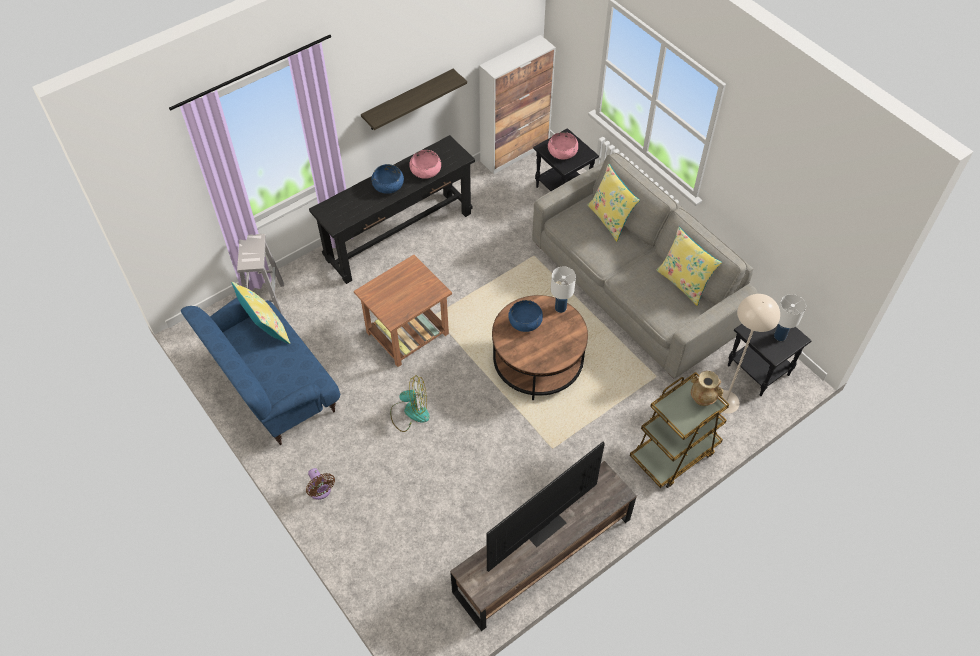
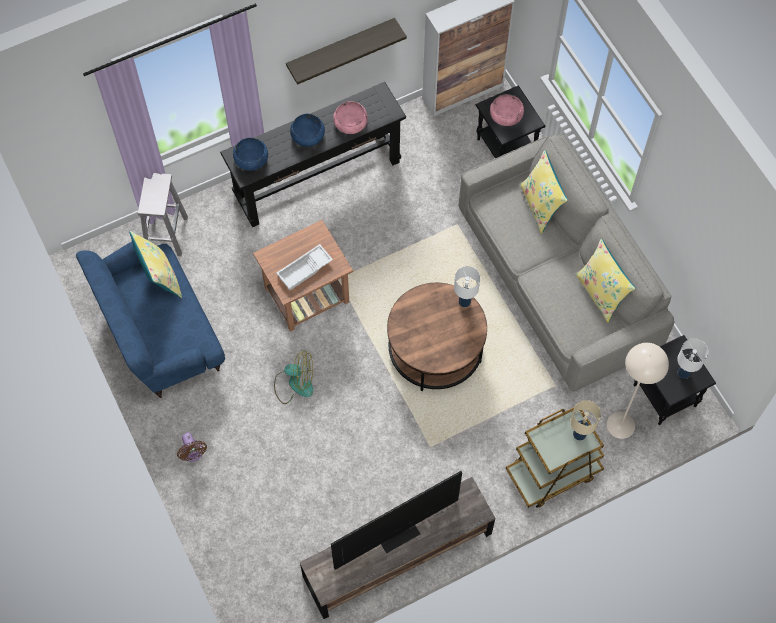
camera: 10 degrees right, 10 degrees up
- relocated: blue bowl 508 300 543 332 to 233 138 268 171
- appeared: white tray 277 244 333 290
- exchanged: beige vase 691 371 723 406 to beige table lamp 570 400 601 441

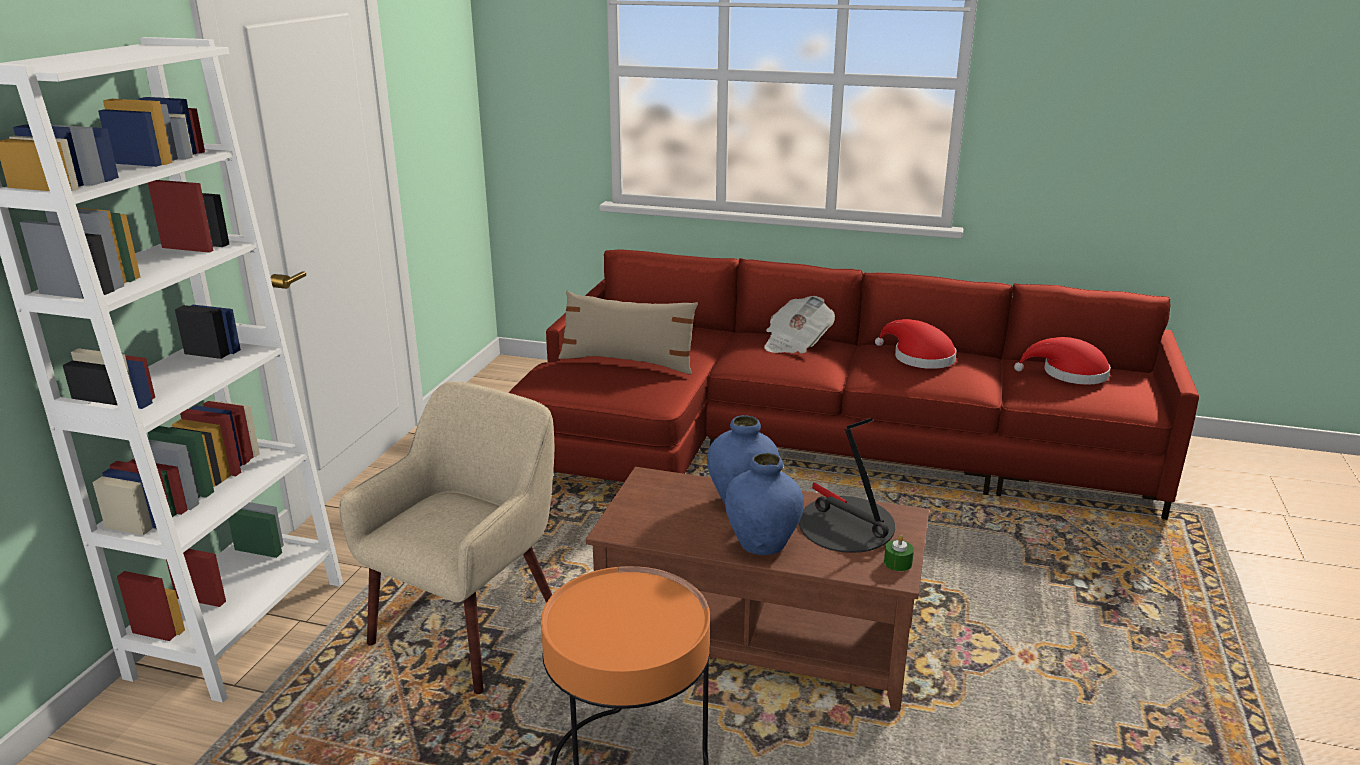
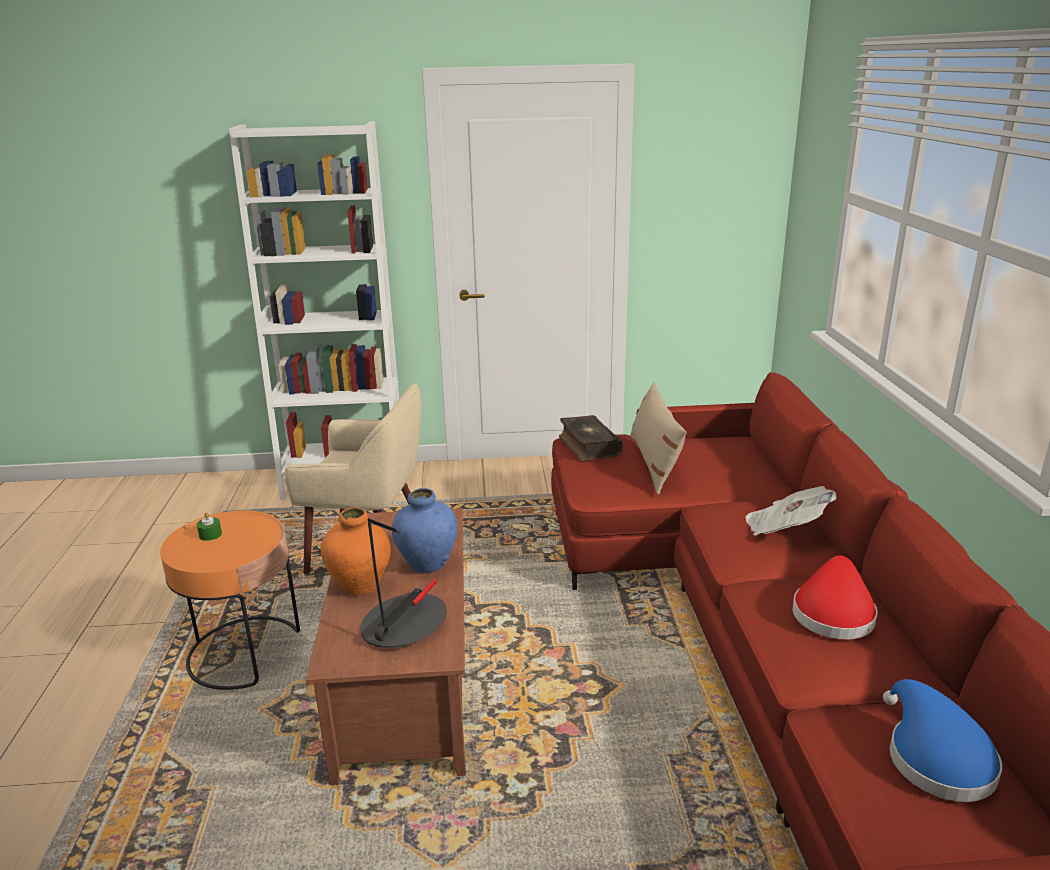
camera: 70 degrees right, 0 degrees up
- relocated: green candle 884 535 914 571 to 197 512 222 541
- colour: blue vase 725 453 804 555 to orange vase 321 507 391 596
- appeared: book 559 415 623 461
- colour: red hat 1014 337 1111 385 to blue hat 883 679 1002 802

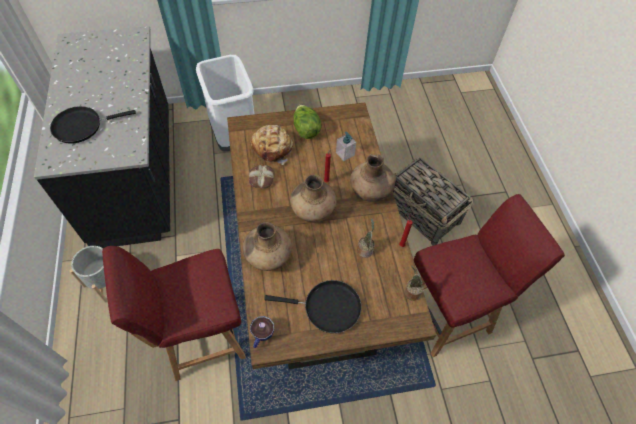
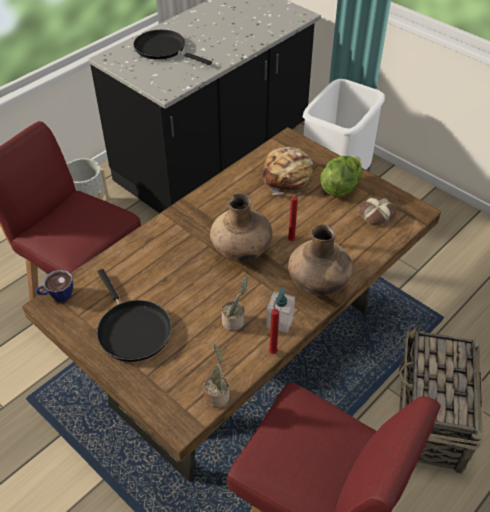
camera: 55 degrees right, 10 degrees down
- relocated: soap dispenser 336 131 356 161 to 267 287 295 333
- relocated: bread 249 165 275 188 to 358 197 396 226
- missing: brown vase 243 222 292 271

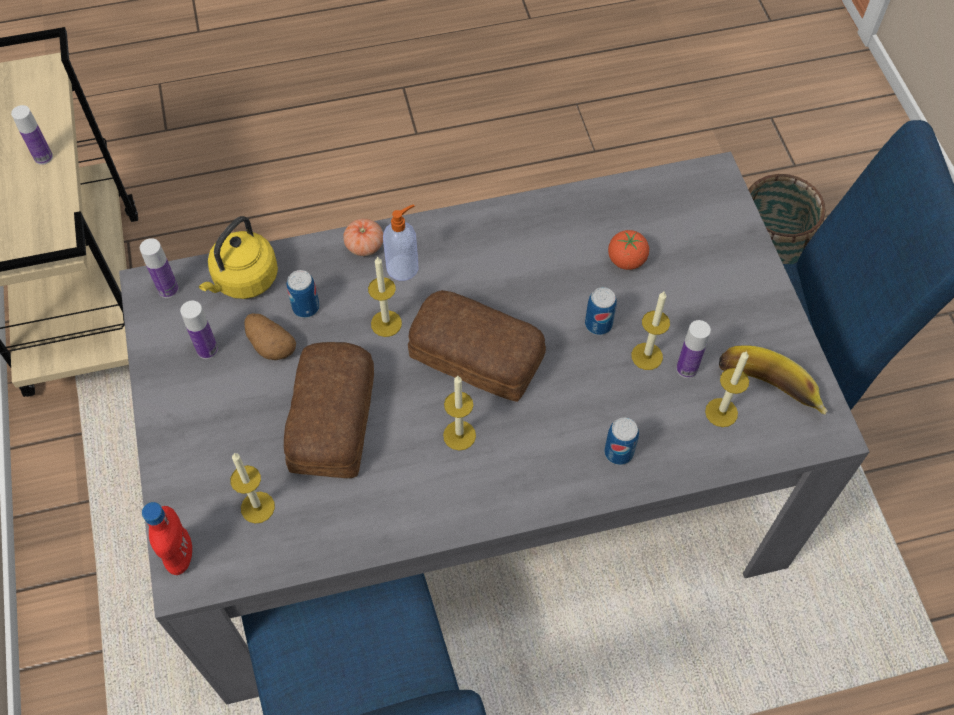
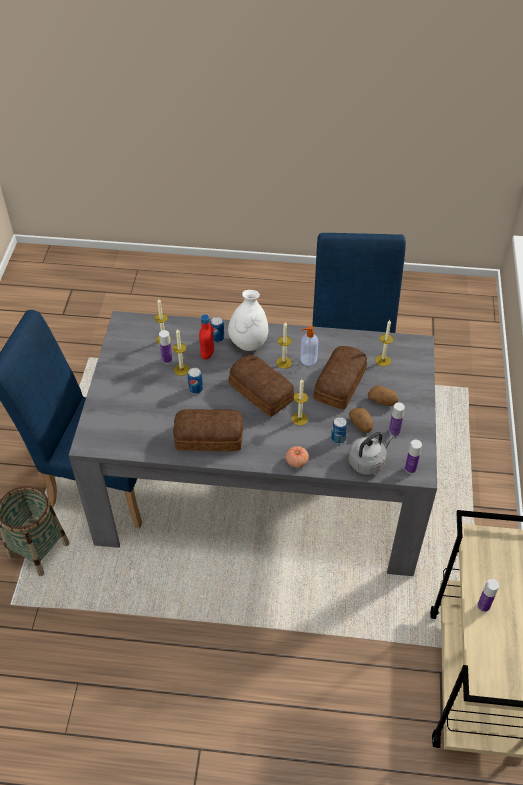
camera: 160 degrees left, 10 degrees down
- appeared: bread 173 409 243 451
- relocated: red bottle 142 502 192 575 to 199 314 214 360
- appeared: white vase 228 290 268 351
- relocated: soap dispenser 383 204 418 281 to 300 326 318 366
- colour: yellow kettle 199 216 278 299 to grey kettle 348 432 394 475
- appeared: potato 368 386 398 406
- missing: tomato 608 230 649 270
- missing: banana 719 345 828 415

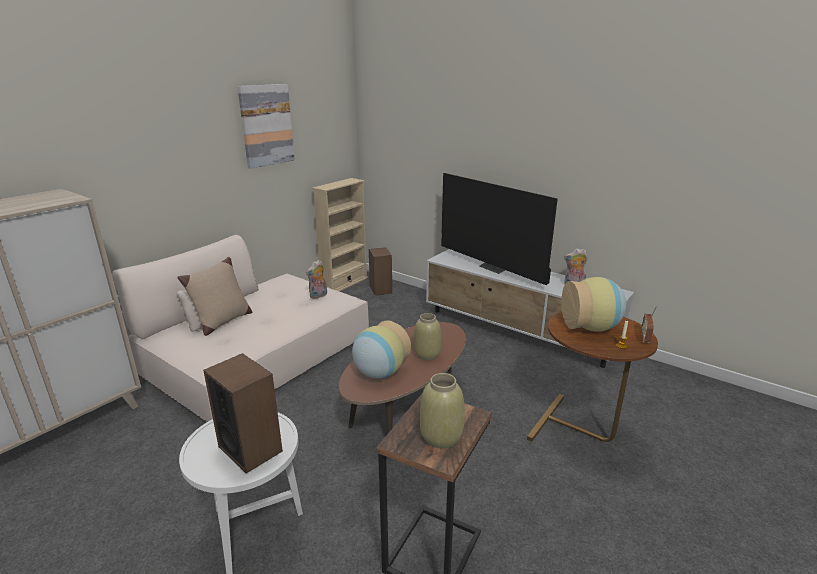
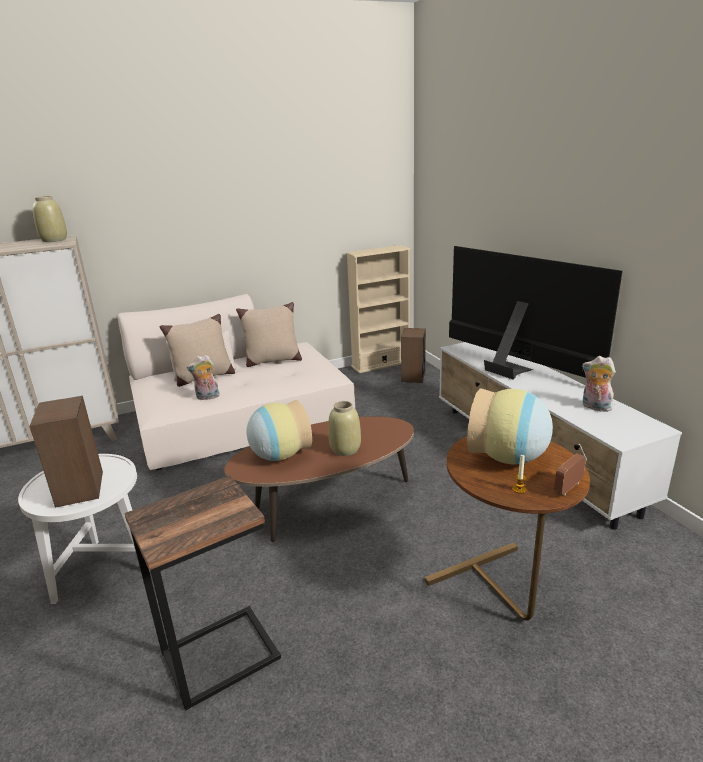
camera: 30 degrees right, 0 degrees up
- relocated: beige vase 420 373 464 448 to 33 196 67 242
- relocated: plush toy 306 260 327 299 to 187 355 220 400
- appeared: beige pillow 236 302 302 367
- spun: television 441 173 558 285 = 449 246 623 380 150 degrees clockwise
- missing: picture 237 84 295 169

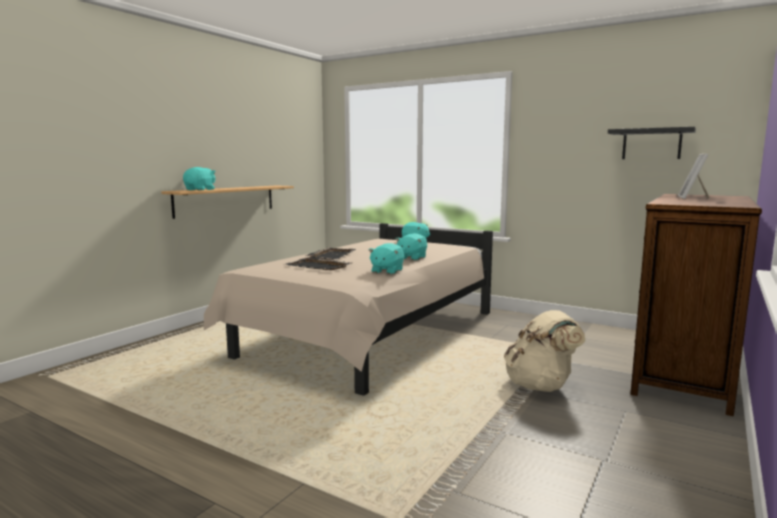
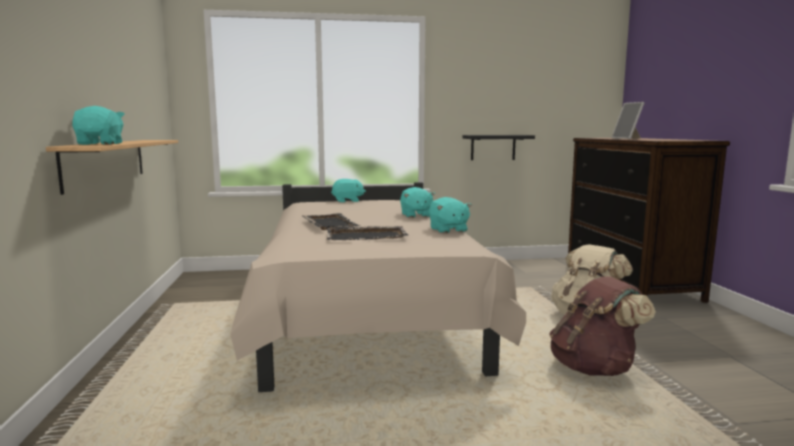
camera: 40 degrees left, 0 degrees up
- relocated: black shelf 608 127 696 159 to 463 135 535 160
- appeared: brown backpack 549 277 656 376

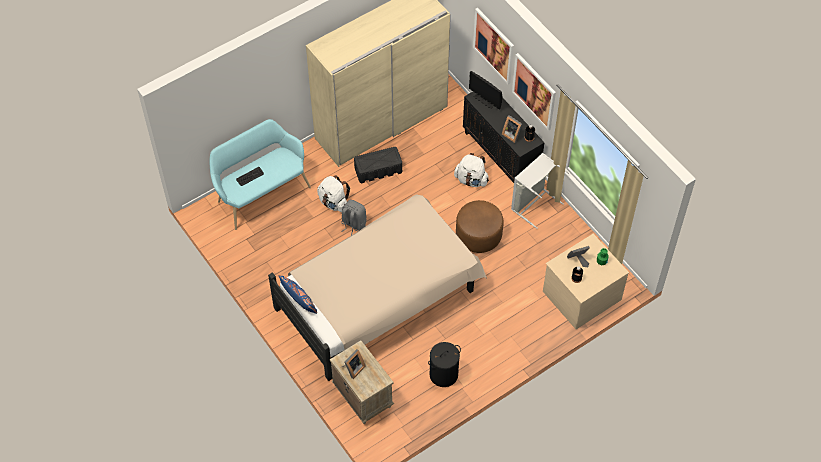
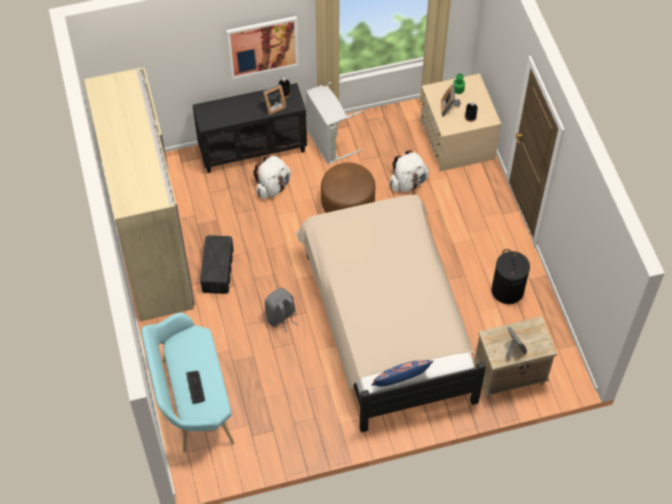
camera: 70 degrees left, 0 degrees up
- relocated: white backpack 317 175 350 212 to 389 150 429 192
- missing: monitor 469 71 502 110
- missing: picture 473 8 514 85

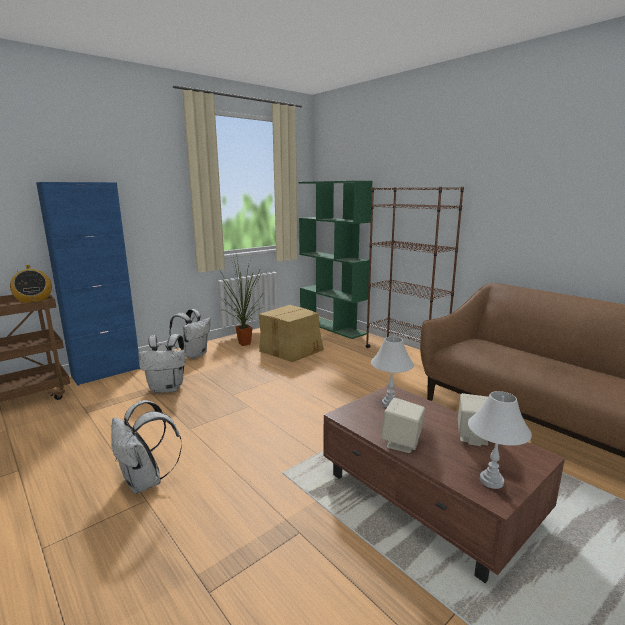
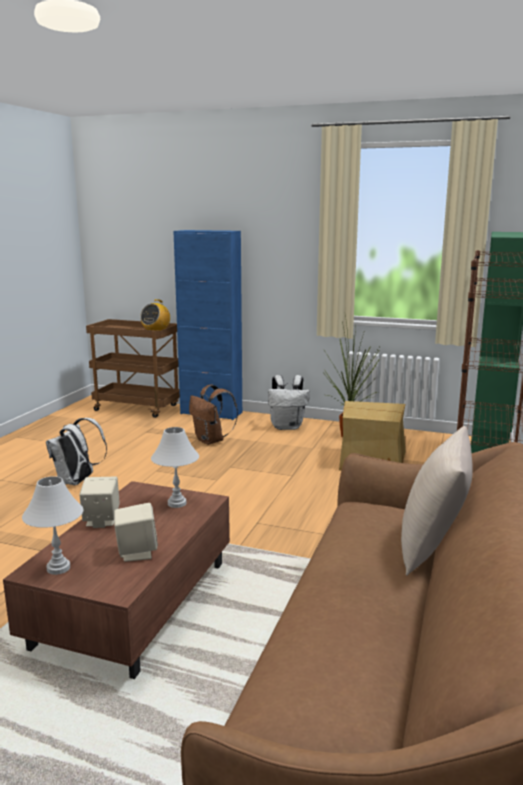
camera: 60 degrees right, 0 degrees up
- colour: white backpack 138 334 185 393 to brown backpack 189 384 238 445
- appeared: beige pillow 401 426 473 576

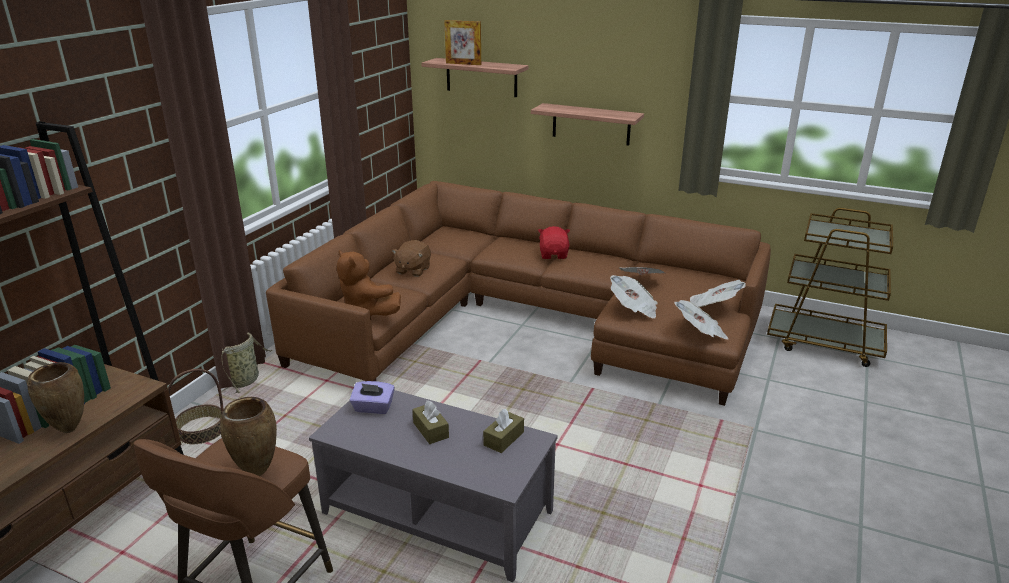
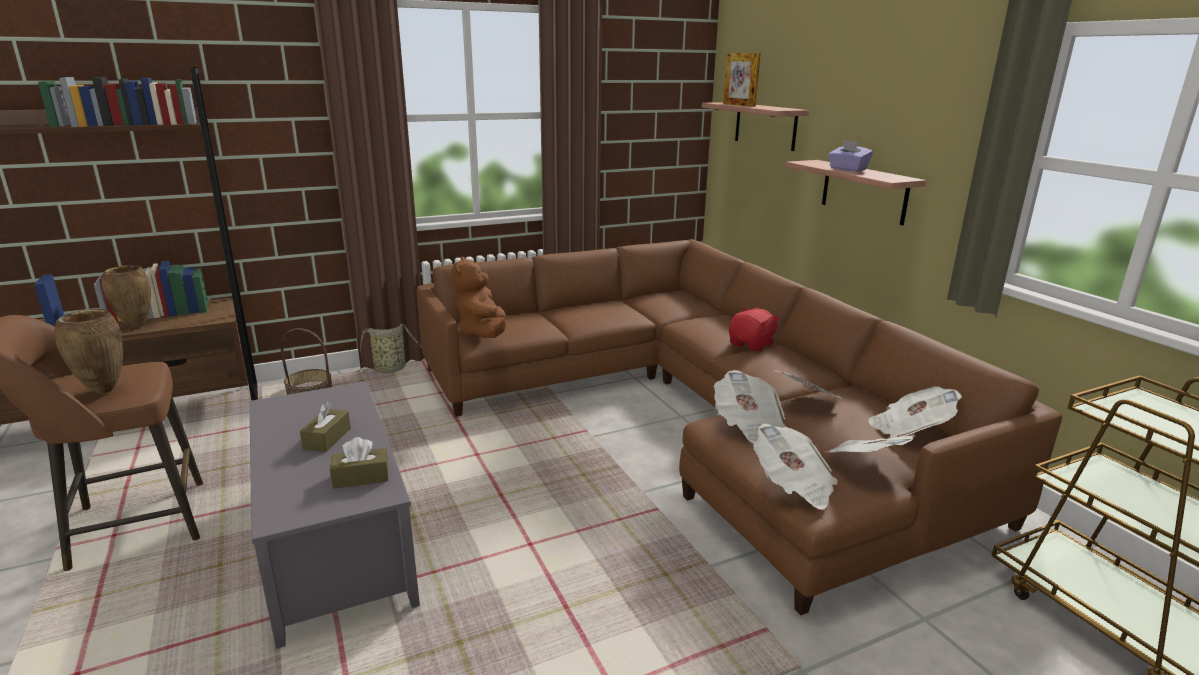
camera: 40 degrees right, 5 degrees down
- relocated: purple tissue box 350 381 395 414 to 828 140 873 172
- appeared: newspaper 868 386 962 438
- missing: brown plush toy 392 240 431 277

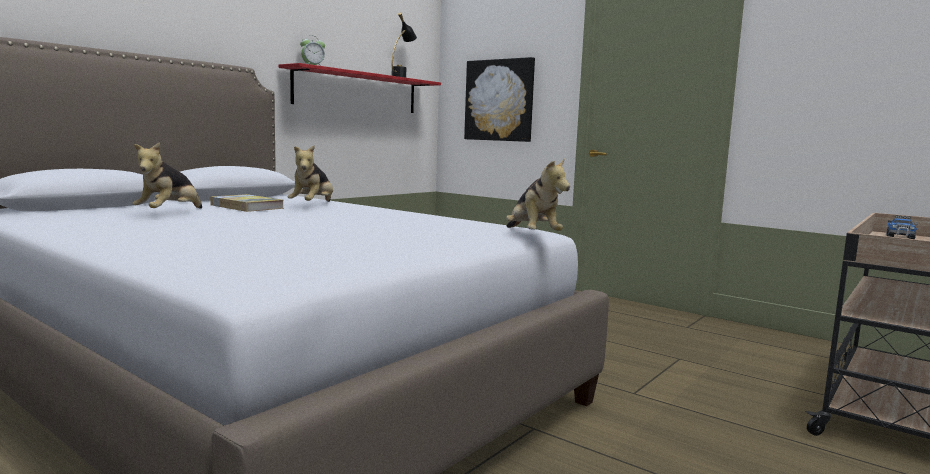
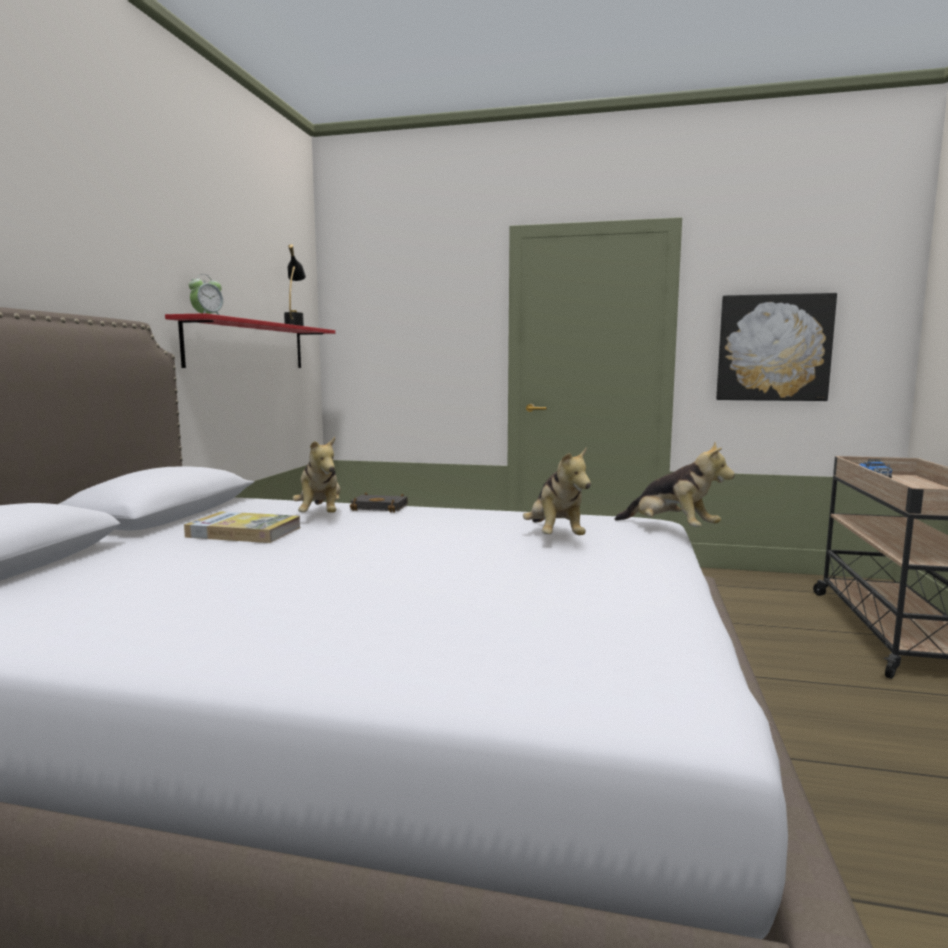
camera: 25 degrees left, 0 degrees up
- appeared: black book 350 492 408 513
- relocated: plush toy 132 142 202 209 to 523 448 591 535
- relocated: picture 464 57 535 142 to 716 293 837 401

